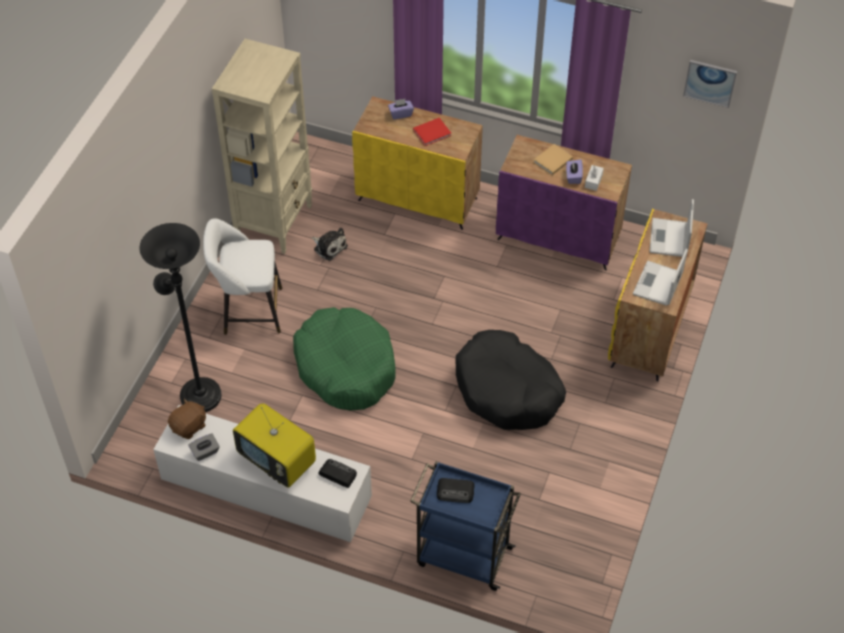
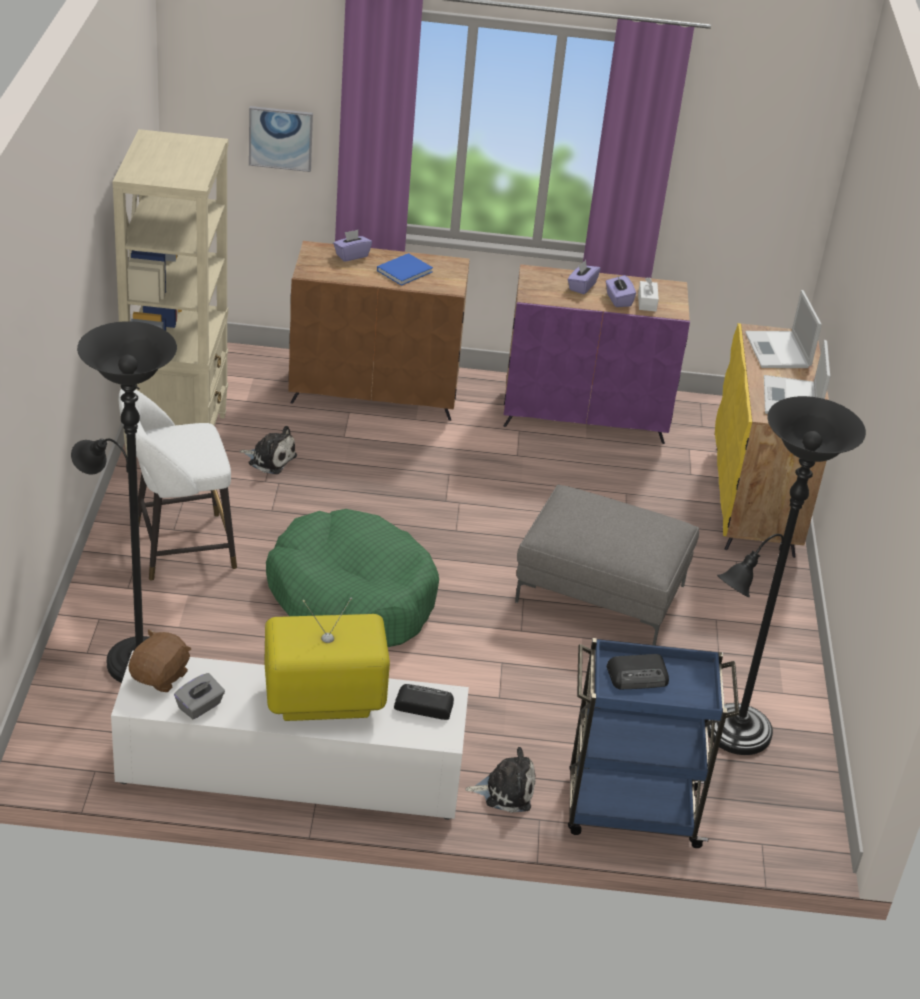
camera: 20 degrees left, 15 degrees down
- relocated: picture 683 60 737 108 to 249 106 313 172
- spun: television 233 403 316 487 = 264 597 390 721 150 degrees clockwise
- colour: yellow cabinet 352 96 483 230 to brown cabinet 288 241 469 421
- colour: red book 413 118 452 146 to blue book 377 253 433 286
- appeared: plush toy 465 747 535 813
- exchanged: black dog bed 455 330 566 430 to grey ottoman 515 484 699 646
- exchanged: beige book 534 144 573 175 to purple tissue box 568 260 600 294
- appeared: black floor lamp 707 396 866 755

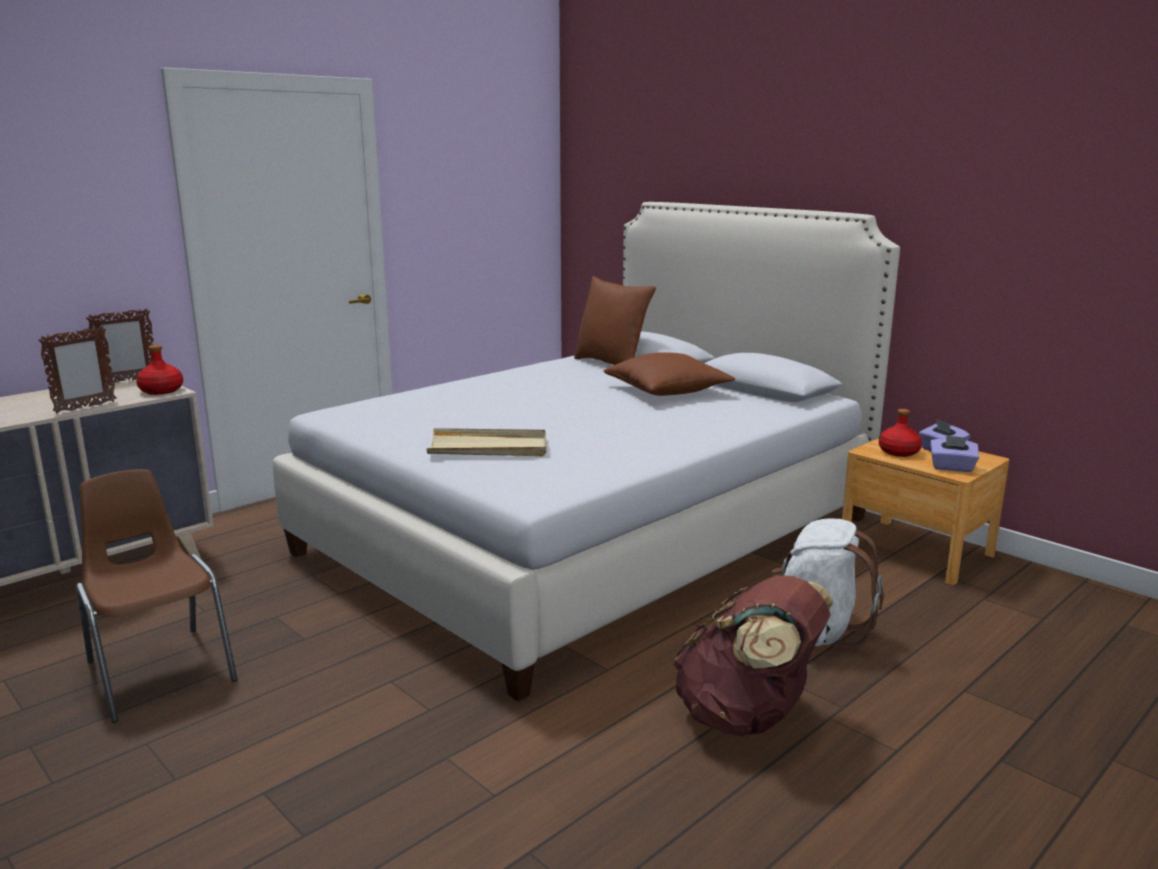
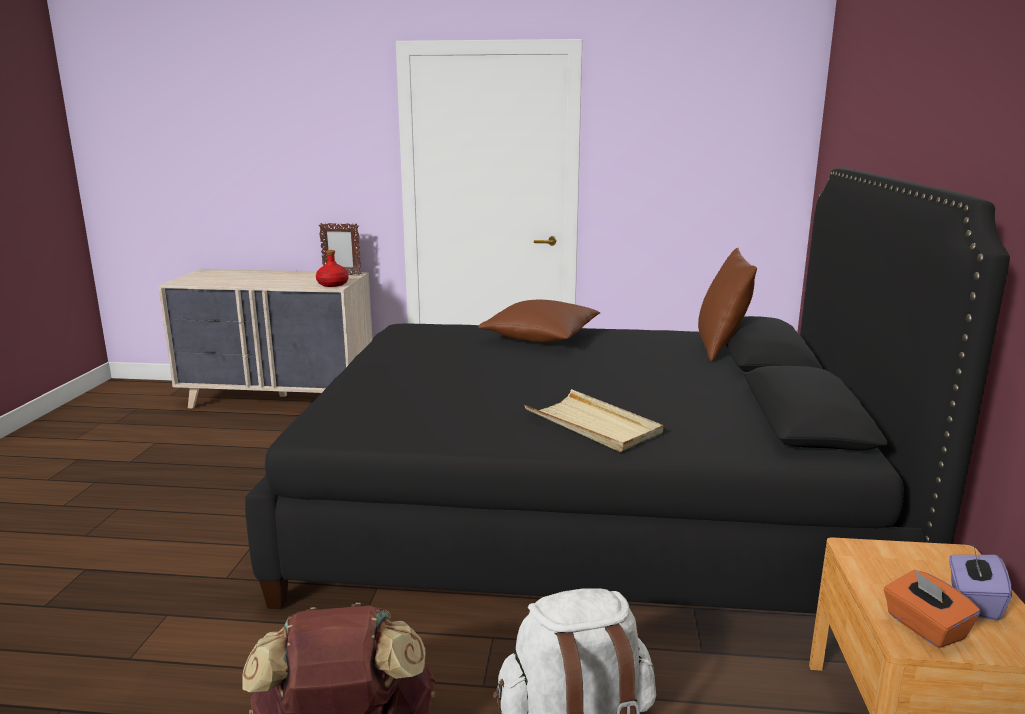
camera: 50 degrees right, 0 degrees up
- colour: white bed 273 202 900 701 to black bed 245 168 1010 614
- relocated: brown pillow 603 352 735 396 to 478 300 600 342
- relocated: beige tray 426 428 546 456 to 524 389 663 452
- colour: purple tissue box 930 435 979 472 to orange tissue box 884 569 980 648
- missing: picture frame 38 326 117 414
- missing: brown chair 76 469 238 723
- missing: red bottle 879 409 922 457

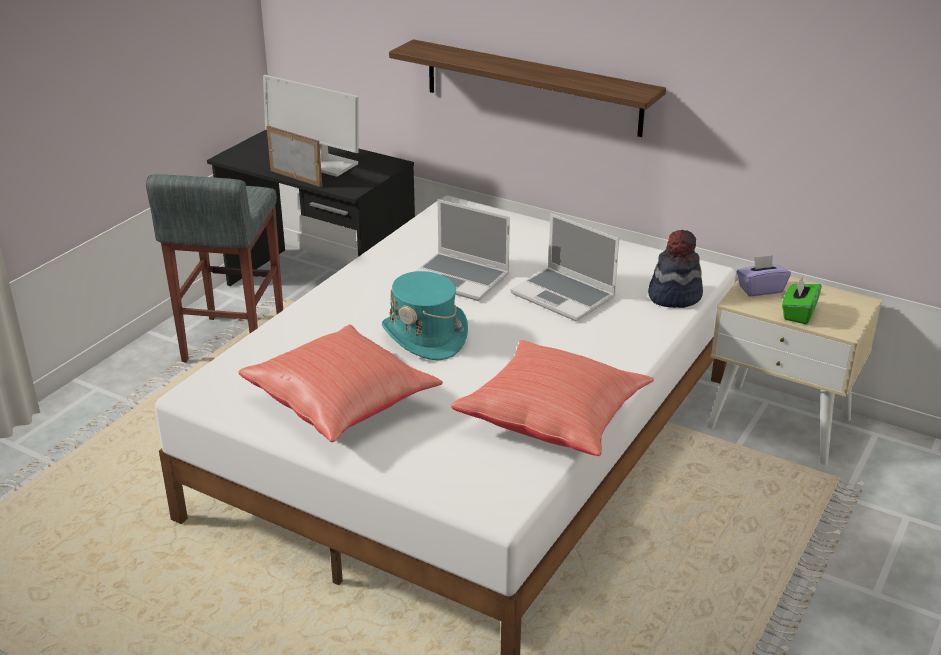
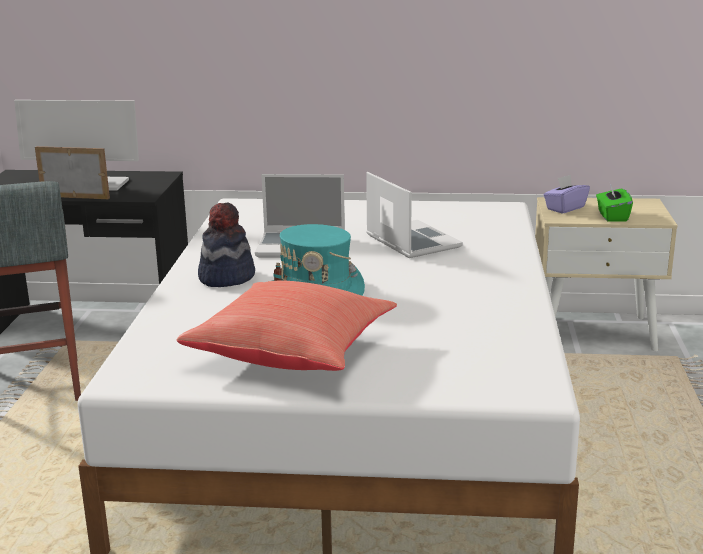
camera: 25 degrees left, 10 degrees down
- relocated: hat 648 230 703 308 to 198 202 255 287
- spun: laptop 511 213 619 321 = 366 172 463 258 135 degrees counterclockwise
- missing: shelf 389 39 666 137
- missing: red pillow 451 340 654 456

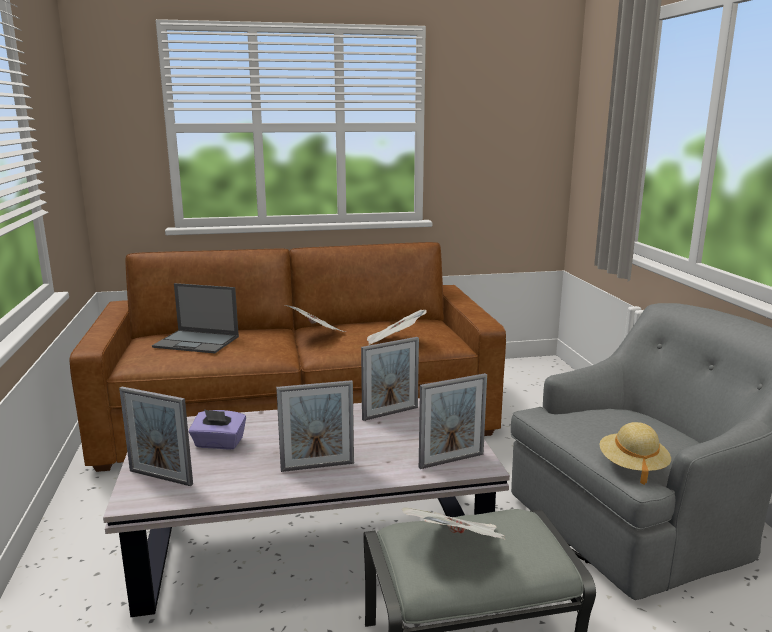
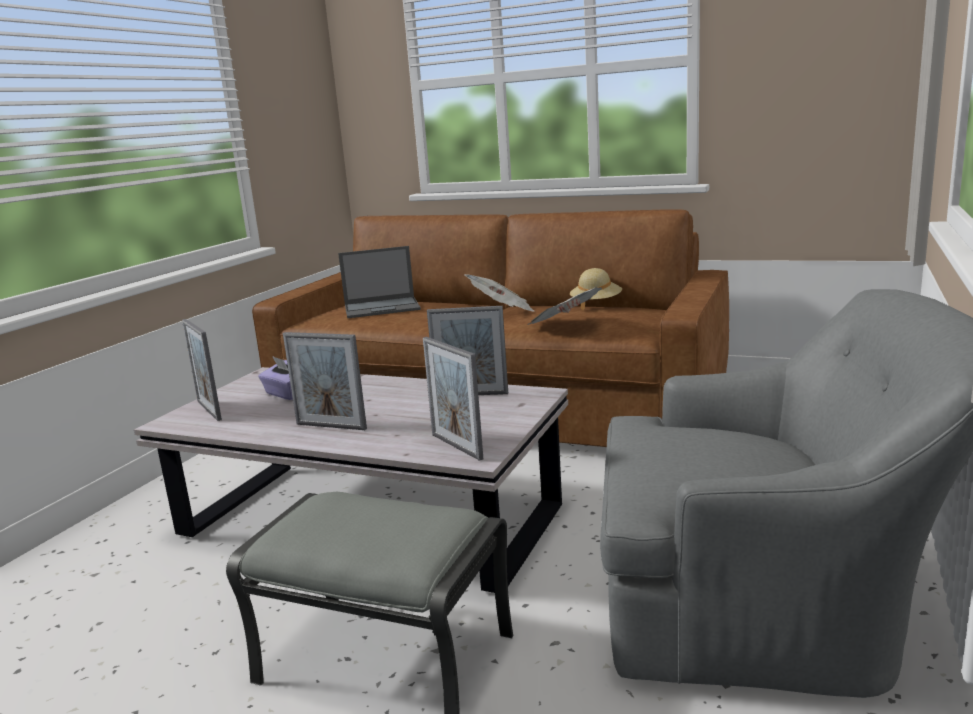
camera: 35 degrees right, 0 degrees up
- spun: laptop 152 283 239 354 = 338 246 421 318 60 degrees counterclockwise
- spun: picture frame 419 373 487 469 = 423 337 483 461 45 degrees clockwise
- relocated: beige hat 600 422 671 485 to 570 268 622 310
- missing: newspaper 402 507 505 539

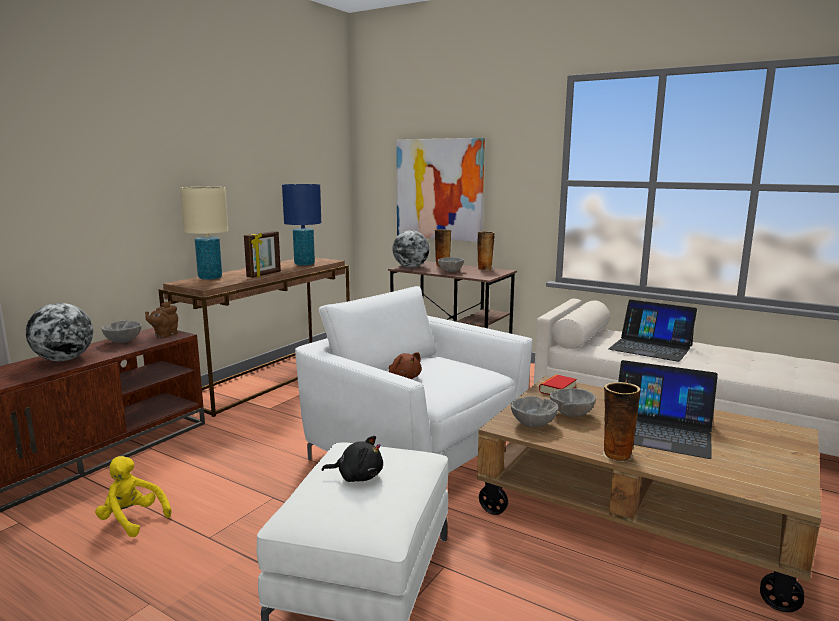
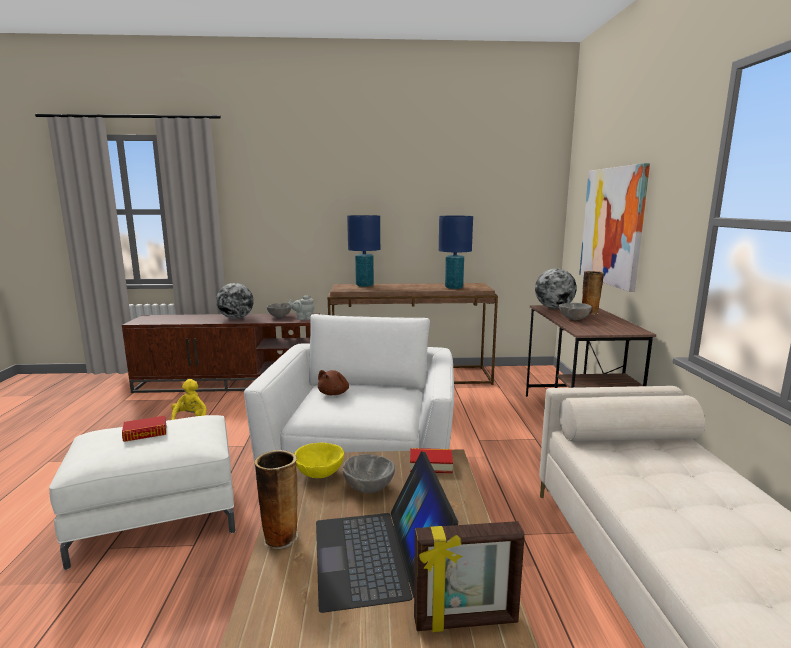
camera: 55 degrees right, 0 degrees up
- exchanged: black plush toy 322 436 383 482 to book 122 416 166 442
- colour: brown teapot 145 301 178 338 to grey teapot 288 295 315 320
- colour: grey bowl 511 396 559 427 to yellow bowl 295 443 344 478
- colour: beige table lamp 180 187 228 280 to blue table lamp 347 215 380 287
- relocated: picture frame 244 231 281 278 to 414 521 525 632
- missing: vase 477 231 495 271
- missing: laptop 609 300 697 362

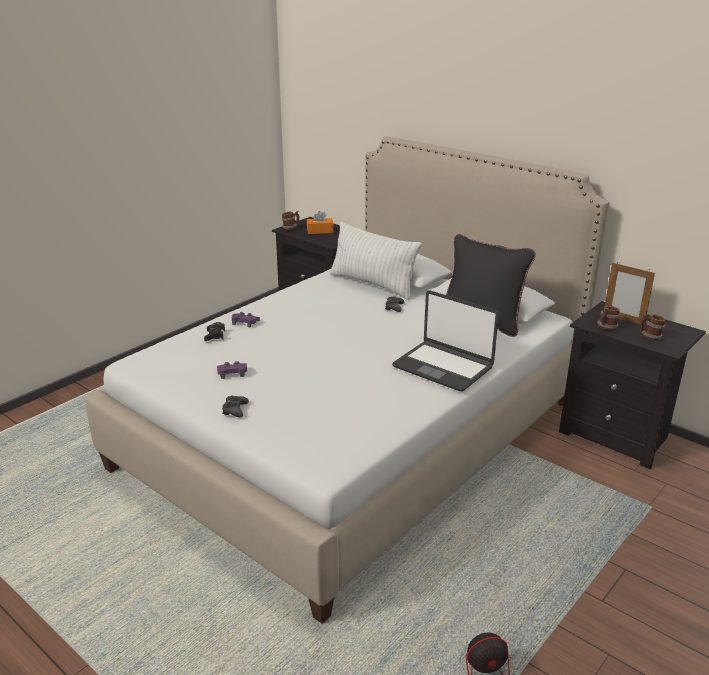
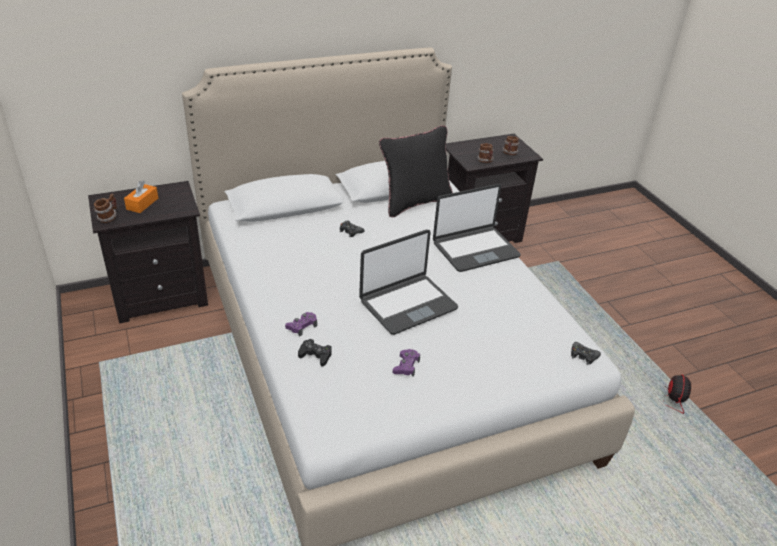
camera: 65 degrees left, 10 degrees up
- appeared: laptop 359 230 458 335
- relocated: black game controller 222 396 249 418 to 571 342 601 365
- missing: white pillow 329 222 422 300
- missing: picture frame 605 263 655 324

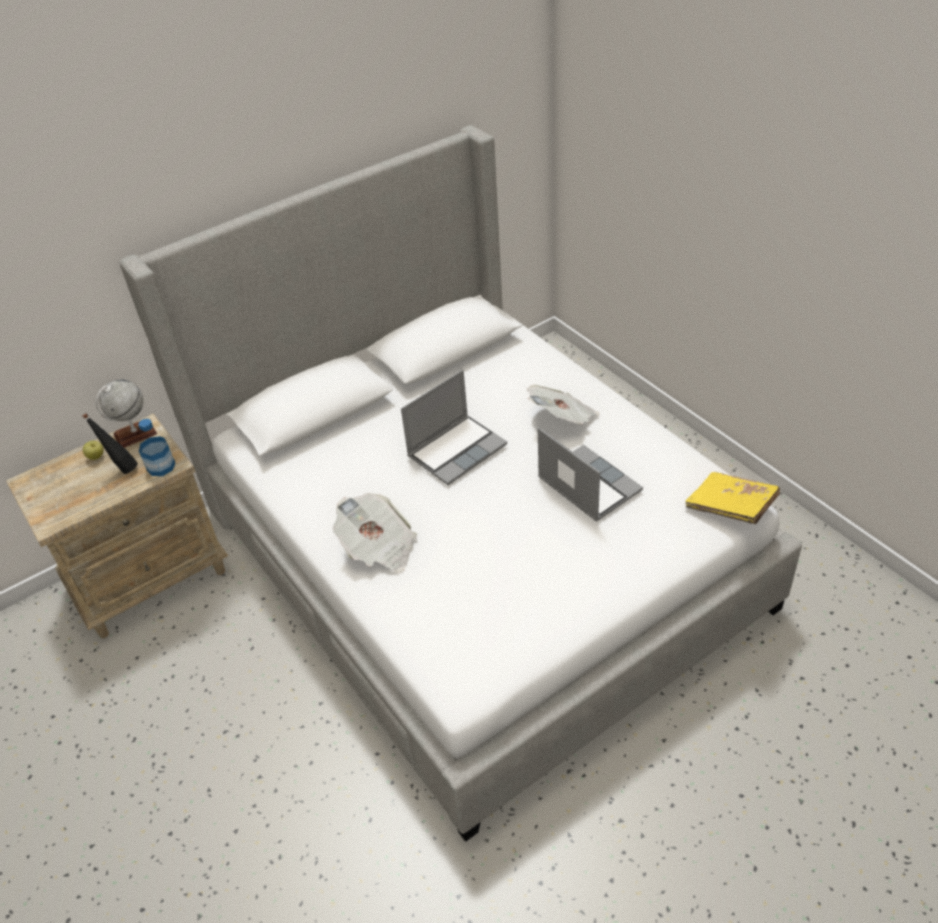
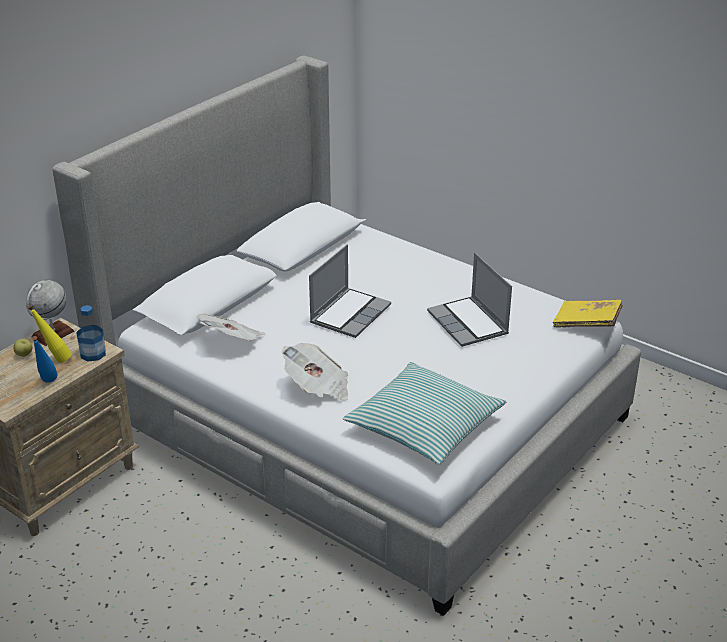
camera: 20 degrees left, 10 degrees down
- colour: black bottle 82 413 138 474 to yellow bottle 28 305 72 363
- appeared: blue bottle 32 336 57 383
- relocated: newspaper 526 385 600 425 to 196 314 265 341
- appeared: pillow 343 362 506 465
- spun: laptop 538 427 643 522 = 427 253 512 347 150 degrees counterclockwise

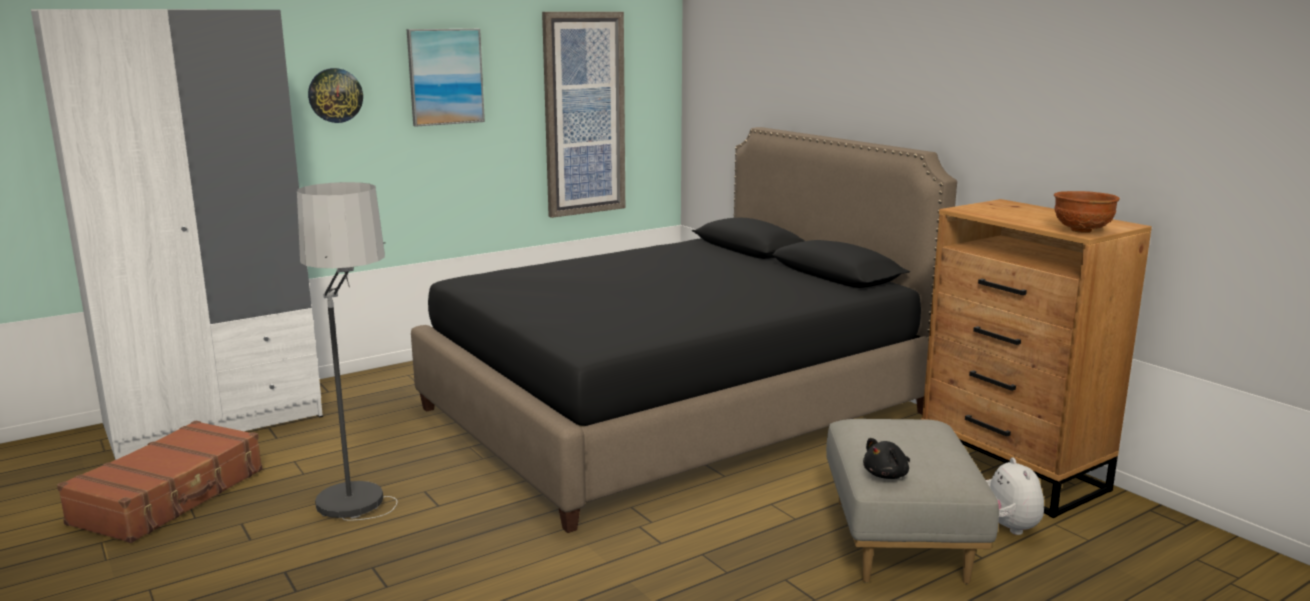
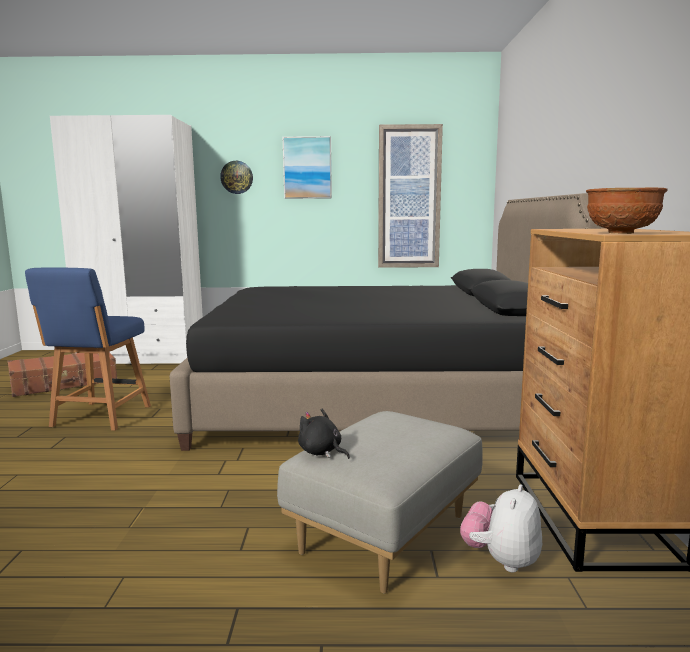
camera: 35 degrees right, 5 degrees down
- exchanged: floor lamp 297 182 398 521 to blue chair 25 268 151 431
- spun: black plush toy 863 438 910 479 = 298 408 350 459 45 degrees clockwise

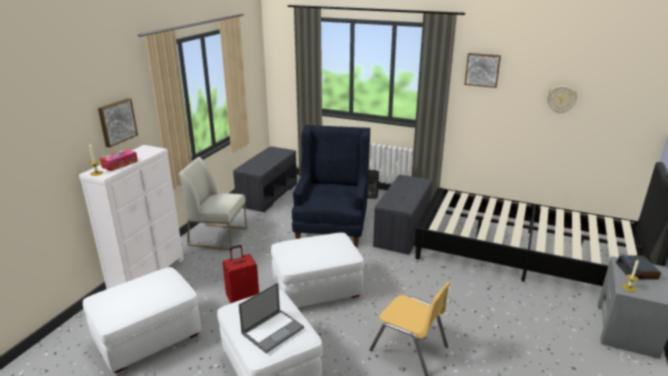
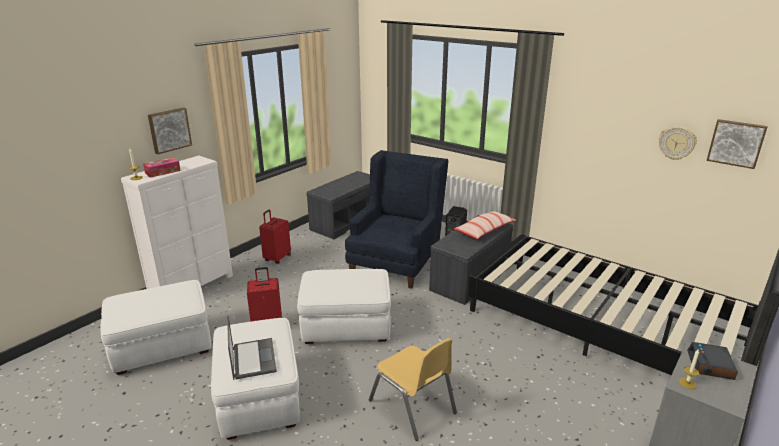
camera: 15 degrees right, 0 degrees up
- spun: laptop 239 283 304 353 = 227 316 277 380 75 degrees counterclockwise
- exchanged: white chair 179 157 247 251 to red suitcase 259 210 291 264
- appeared: pillow 454 211 516 239
- relocated: picture 464 53 501 88 to 706 119 768 169

